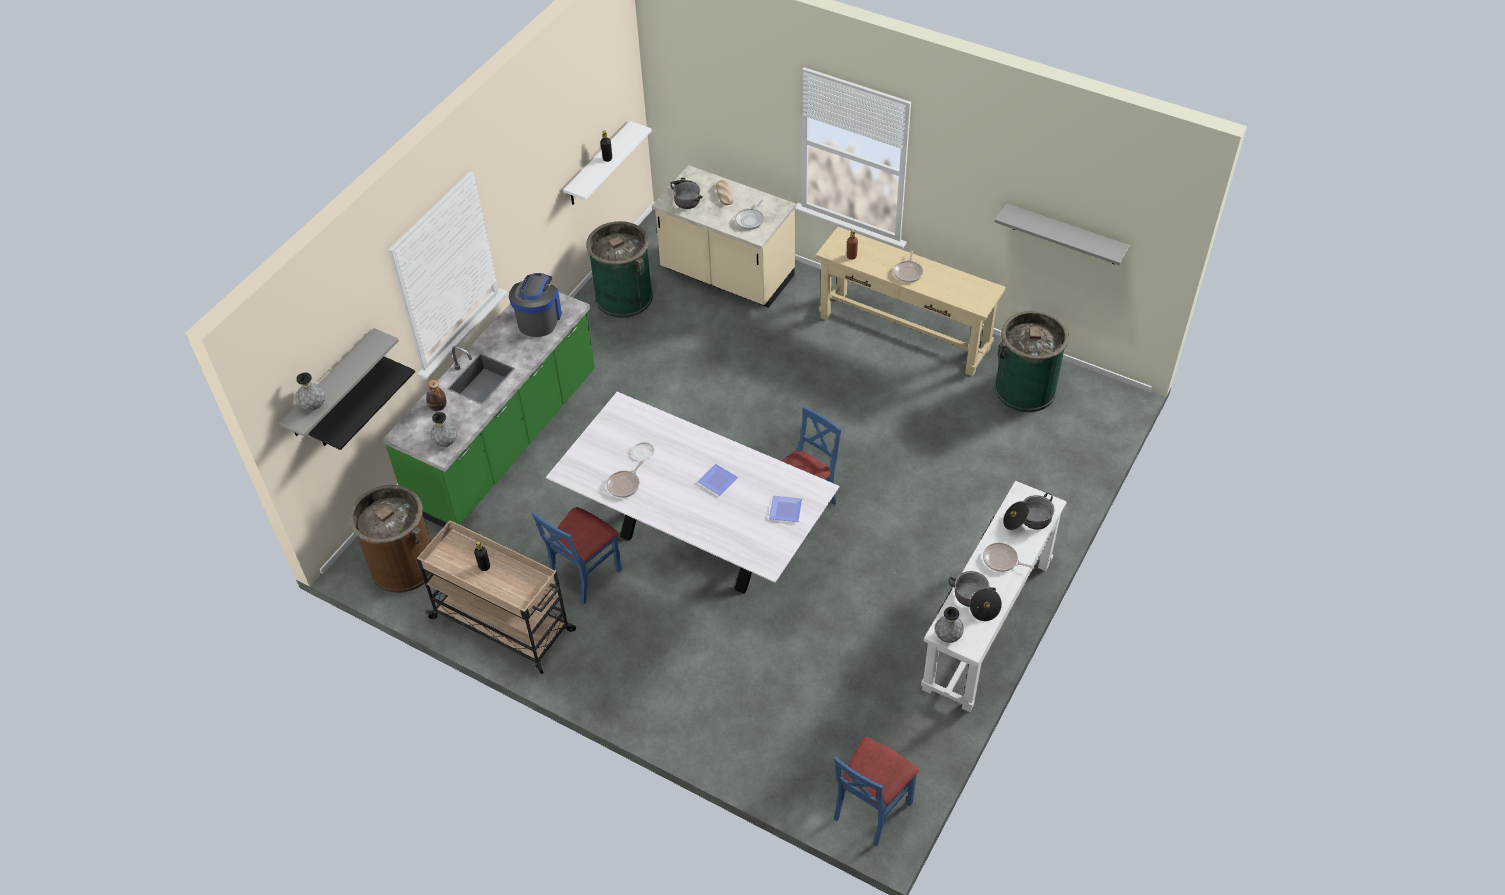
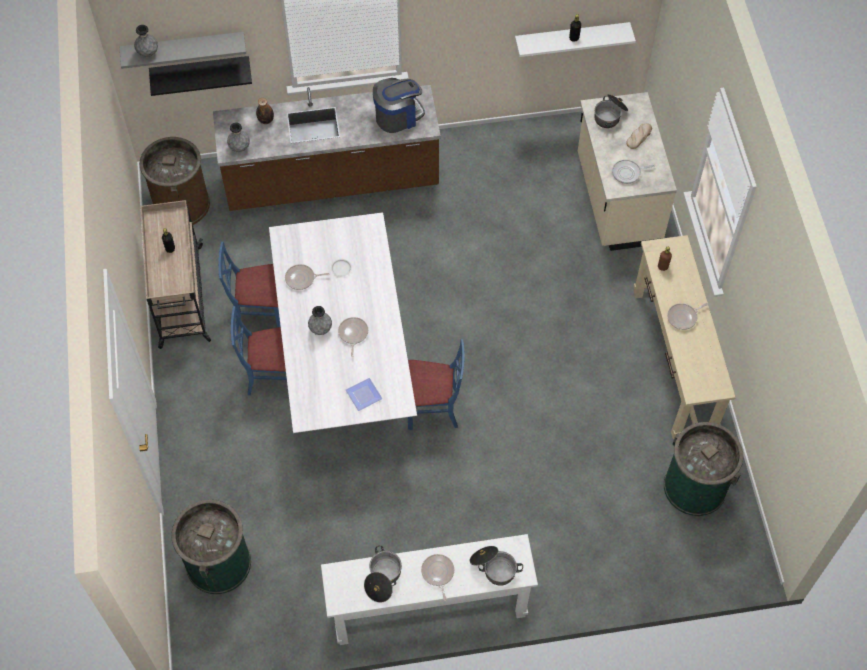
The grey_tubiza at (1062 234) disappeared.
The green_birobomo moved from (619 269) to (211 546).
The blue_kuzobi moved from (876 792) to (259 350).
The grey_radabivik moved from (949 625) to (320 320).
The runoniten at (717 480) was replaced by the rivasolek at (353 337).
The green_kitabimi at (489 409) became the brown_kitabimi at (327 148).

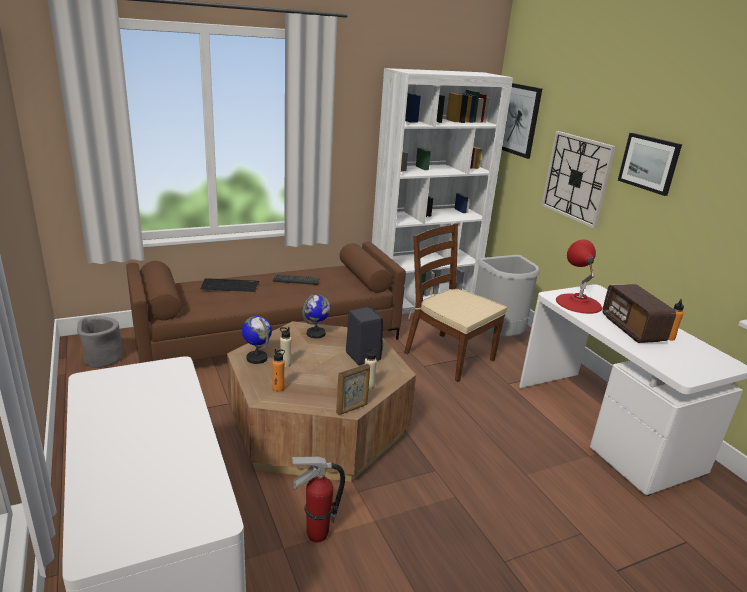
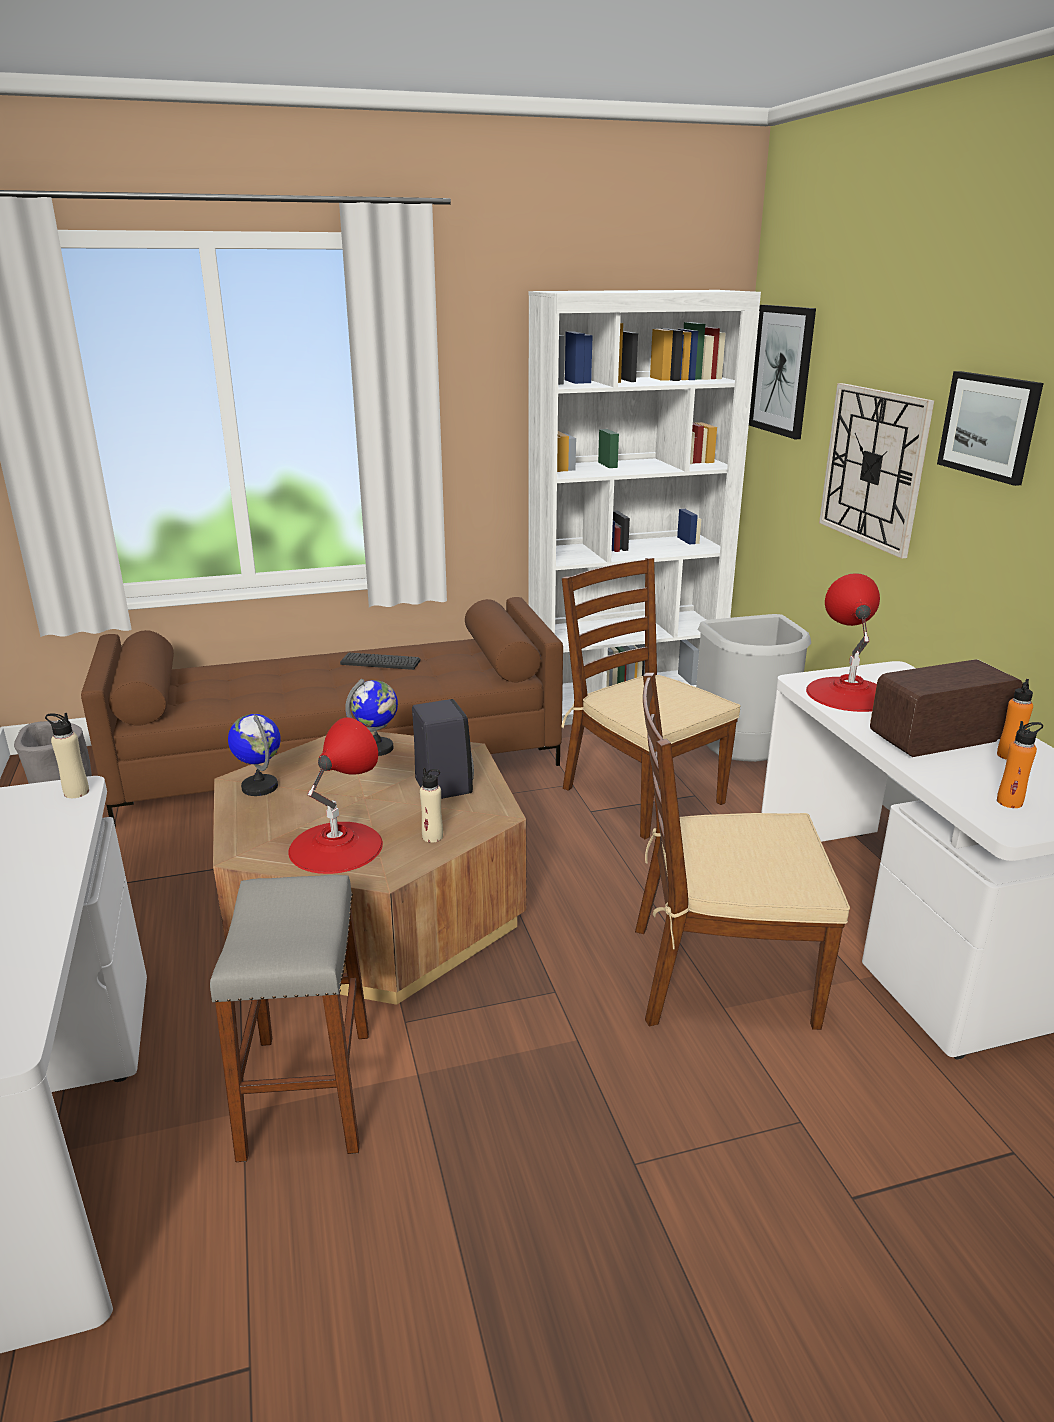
The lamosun at (229 285) disappeared.
The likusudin at (353 389) disappeared.
The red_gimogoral at (335 795) appeared.
The brown_kuzobi at (742 851) appeared.
The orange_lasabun moved from (278 370) to (1020 764).
The beige_lasabun moved from (286 347) to (67 755).
The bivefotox at (318 500) was replaced by the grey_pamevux at (289 1018).
The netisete at (639 313) turned 75 degrees clockwise.

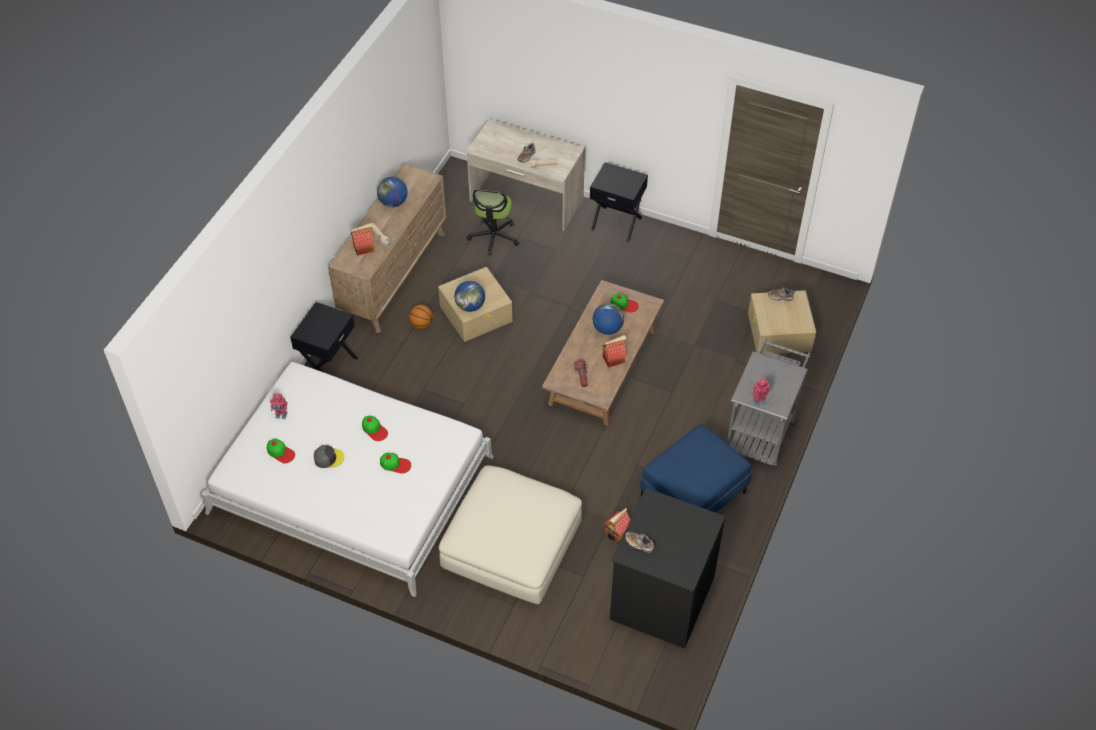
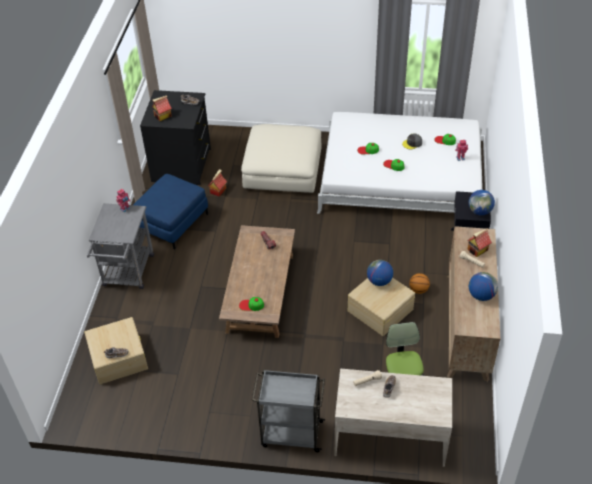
The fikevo moved from (608 319) to (482 202).
The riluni moved from (614 351) to (162 108).
The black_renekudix at (619 202) was replaced by the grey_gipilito at (288 411).

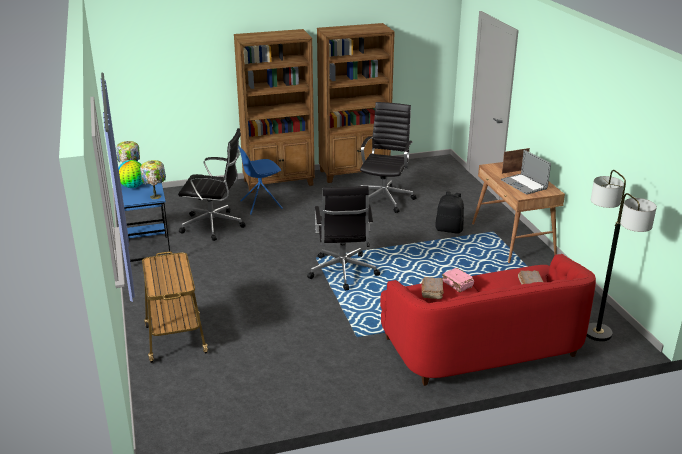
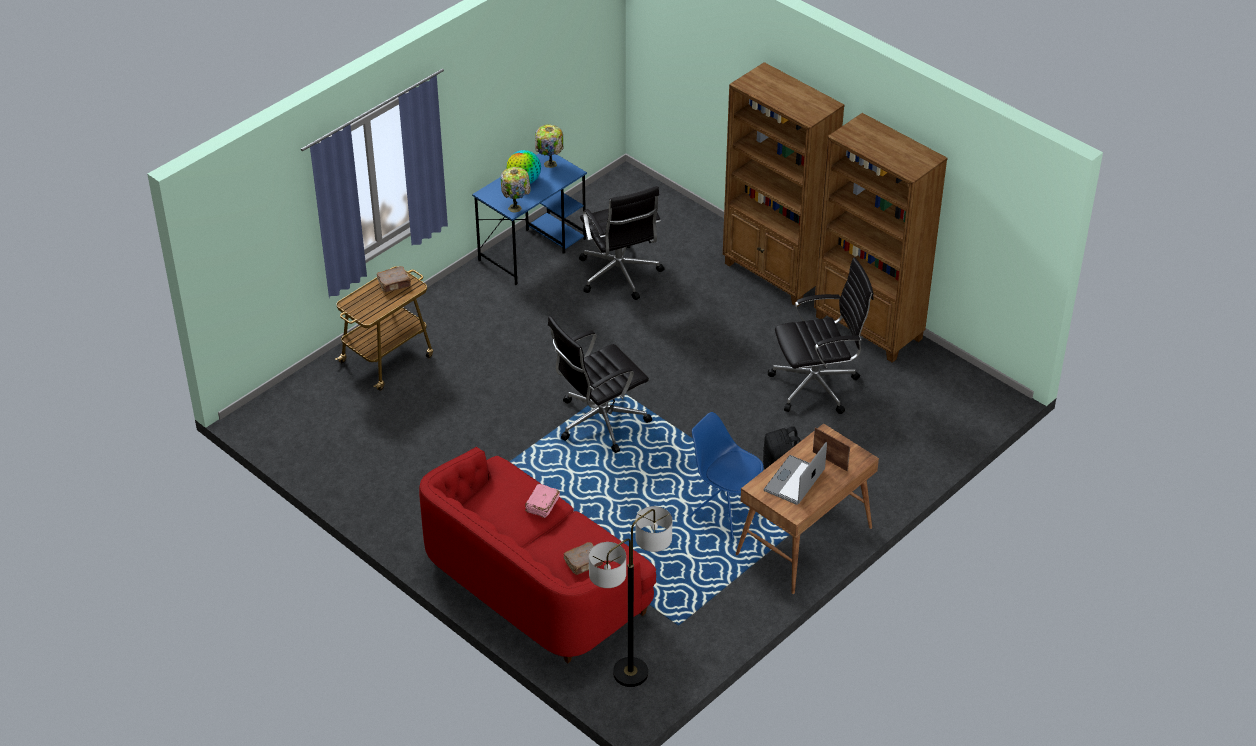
The blue_kuzobi moved from (260 180) to (726 475).
The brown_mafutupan moved from (433 288) to (394 279).

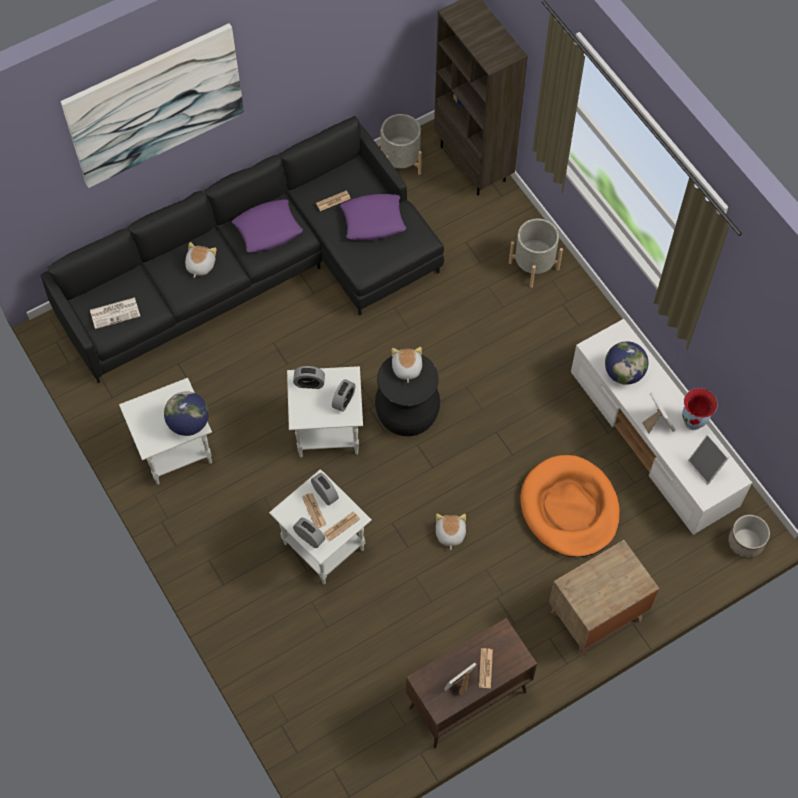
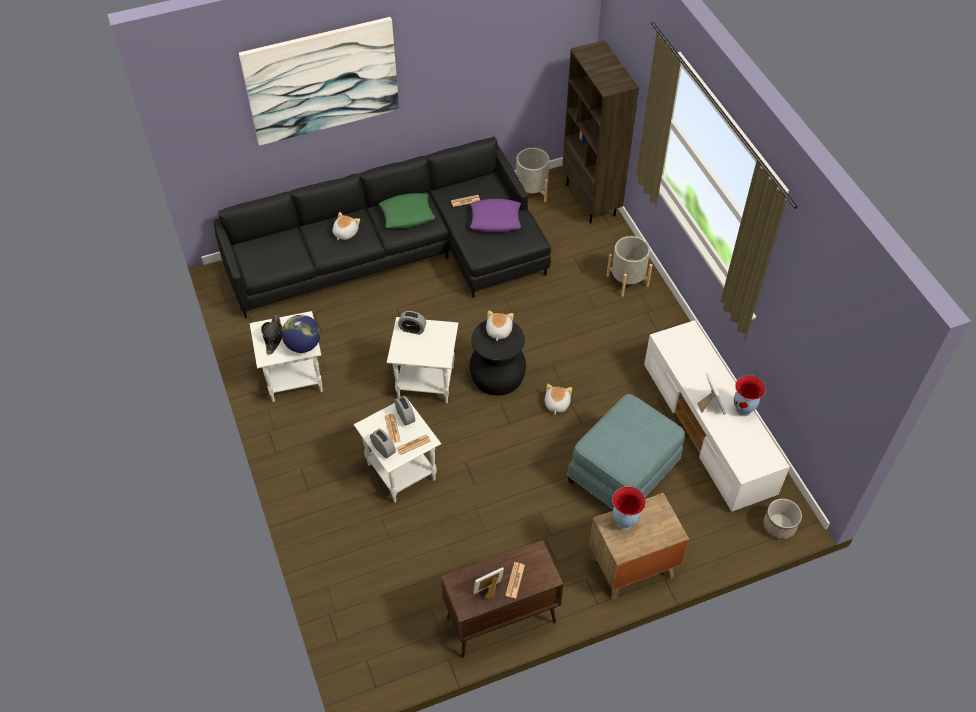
The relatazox at (115 313) disappeared.
The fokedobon at (344 395) disappeared.
The fikevo at (626 363) disappeared.
The likusudin at (709 459) disappeared.
The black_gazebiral at (271 335) appeared.
The radabivik at (629 508) appeared.
The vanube moved from (451 532) to (558 399).
The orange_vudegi at (570 506) was replaced by the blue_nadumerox at (626 451).
The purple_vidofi at (267 226) became the green_vidofi at (407 211).

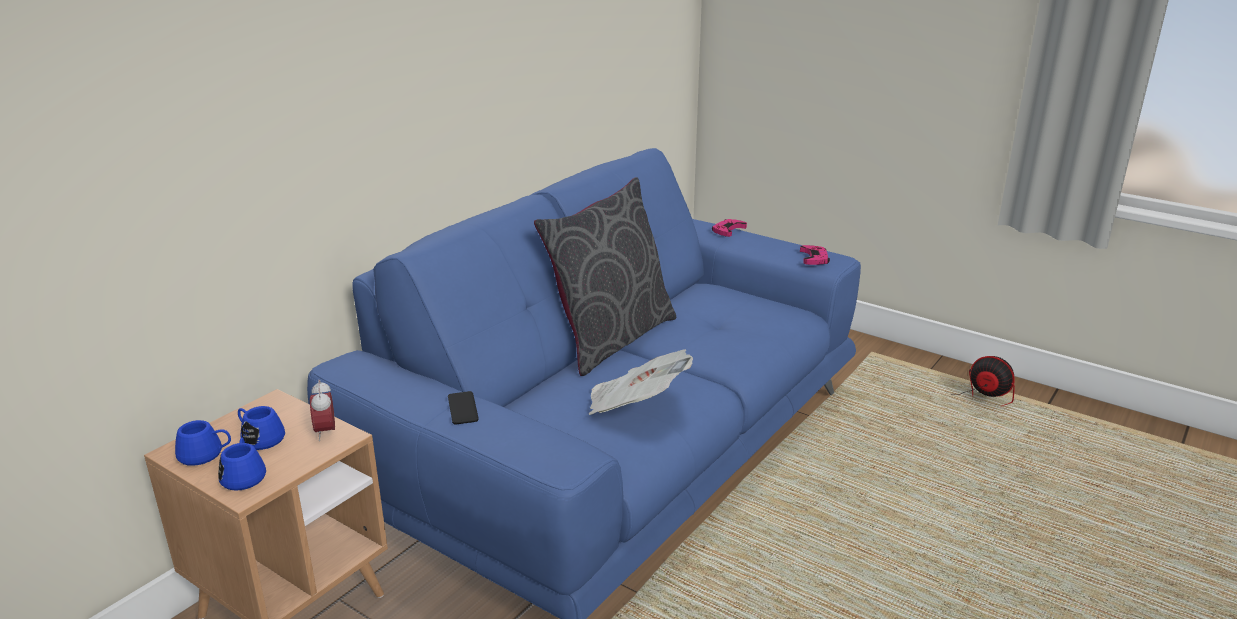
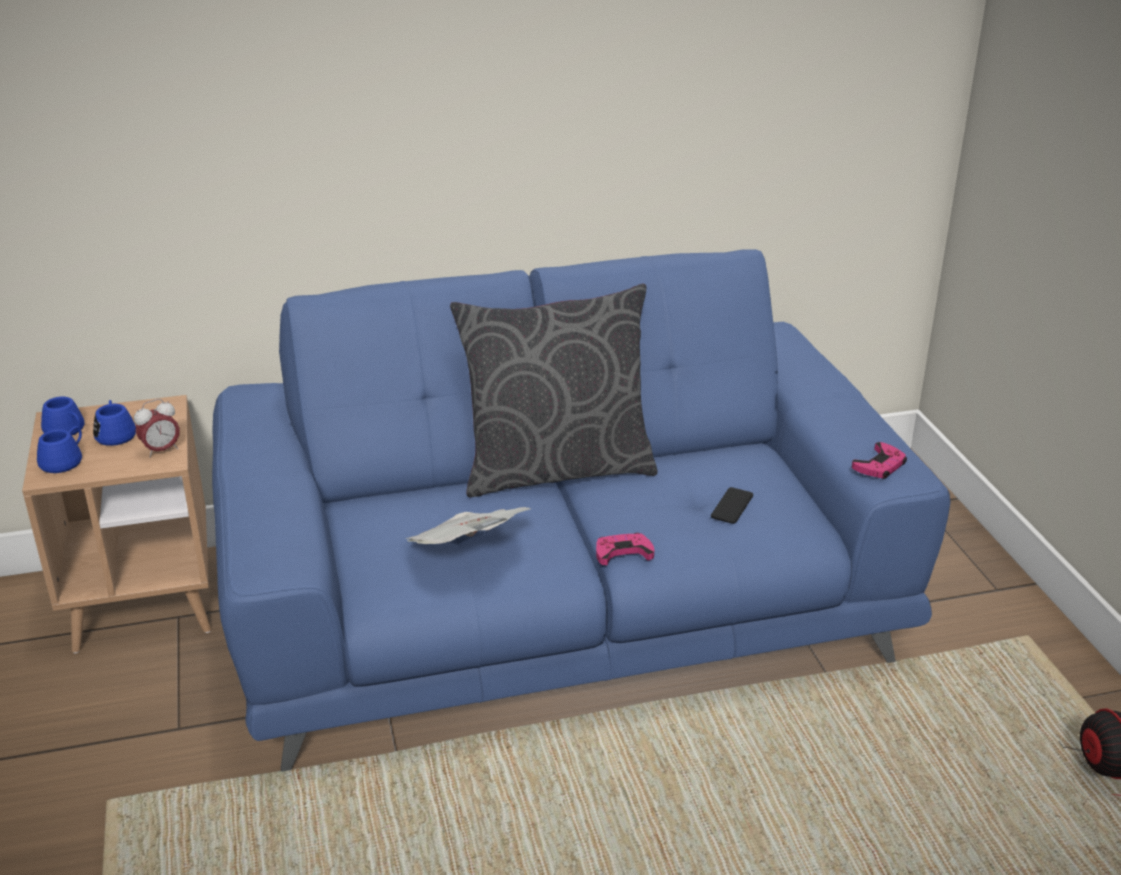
The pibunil moved from (463 408) to (732 505).
The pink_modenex moved from (729 228) to (625 549).
The fokedobon at (322 410) turned 150 degrees counterclockwise.

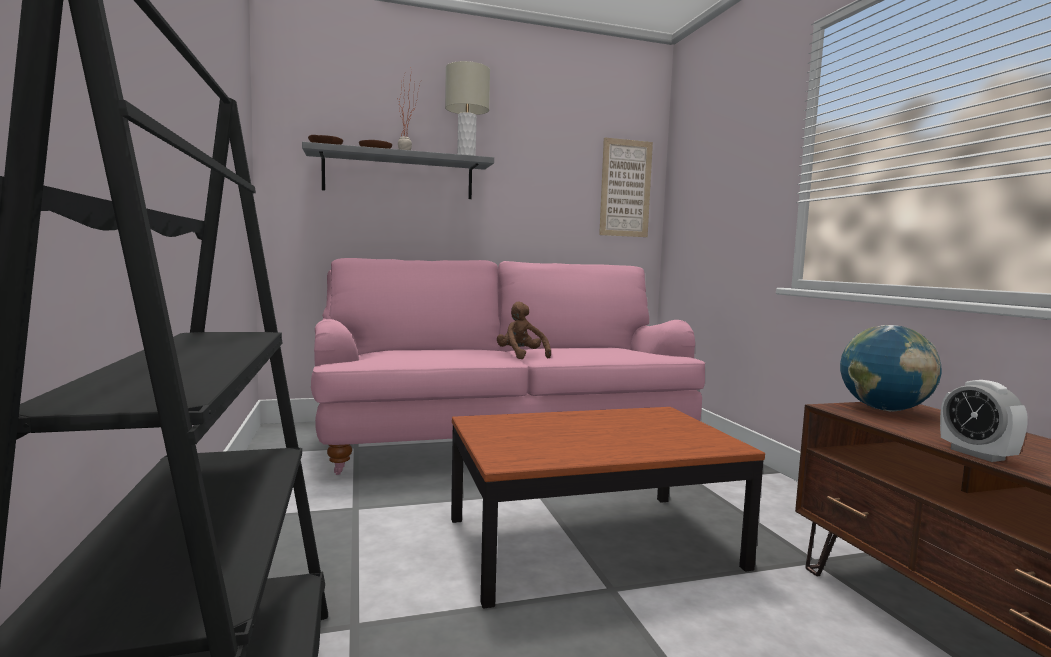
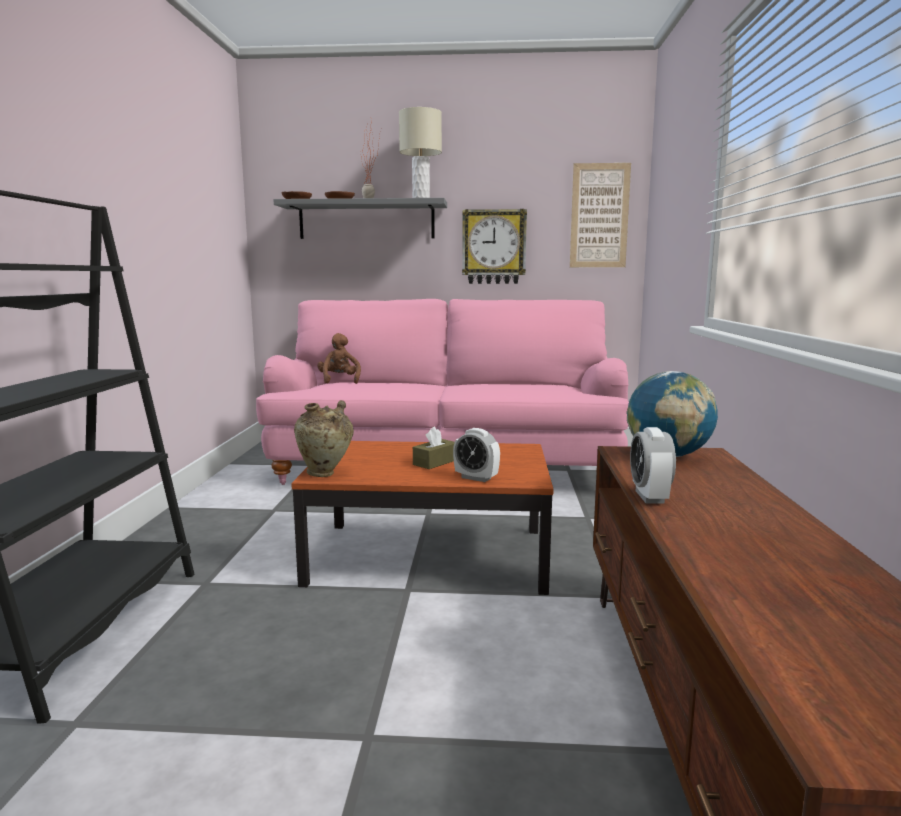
The beige_radabivik at (324 438) appeared.
The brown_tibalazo at (434 448) appeared.
The fokedobon at (476 455) appeared.
The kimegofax at (494 246) appeared.
The brown_vanube moved from (524 330) to (339 358).

